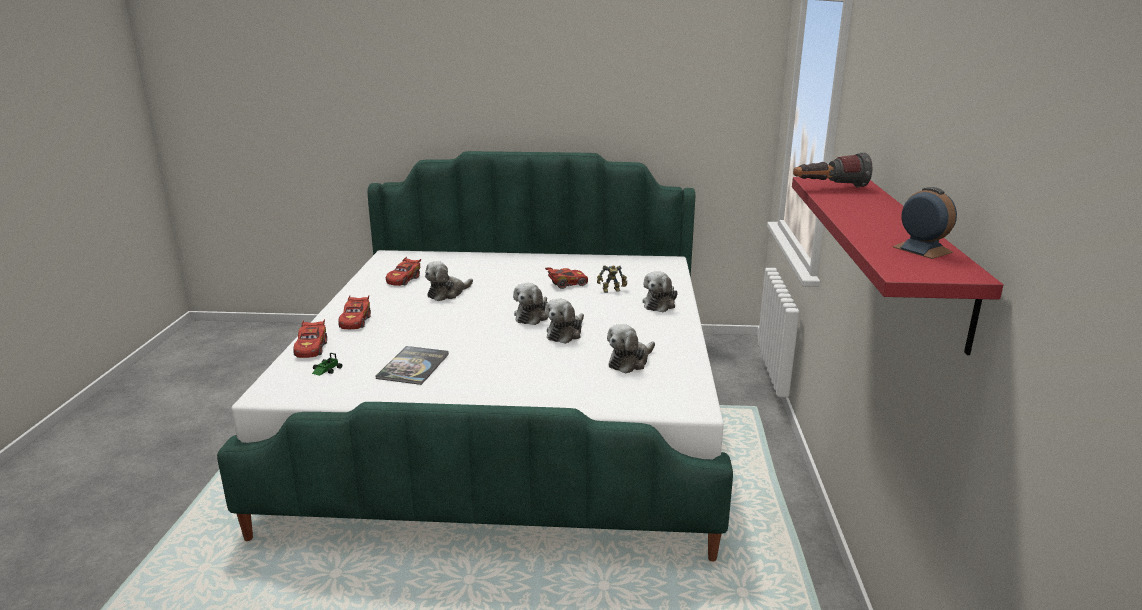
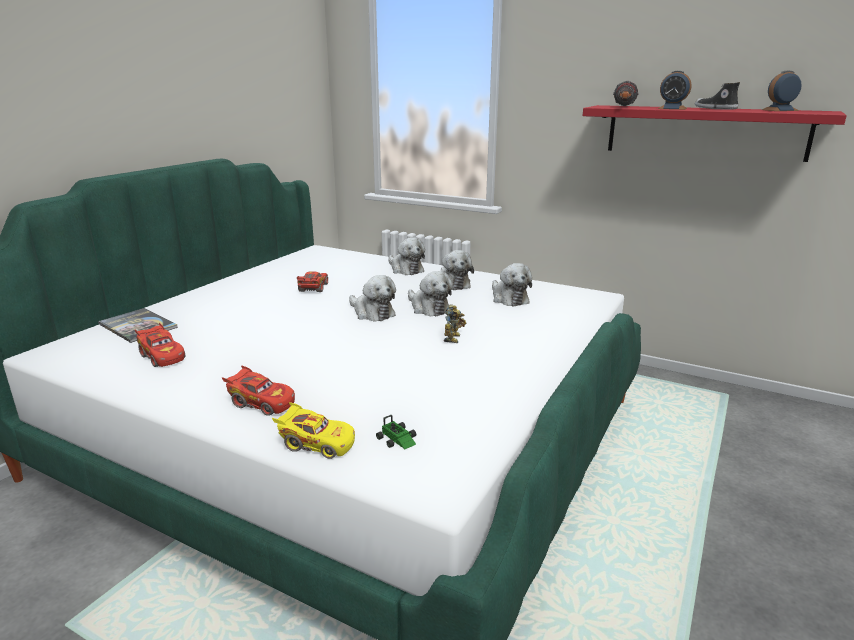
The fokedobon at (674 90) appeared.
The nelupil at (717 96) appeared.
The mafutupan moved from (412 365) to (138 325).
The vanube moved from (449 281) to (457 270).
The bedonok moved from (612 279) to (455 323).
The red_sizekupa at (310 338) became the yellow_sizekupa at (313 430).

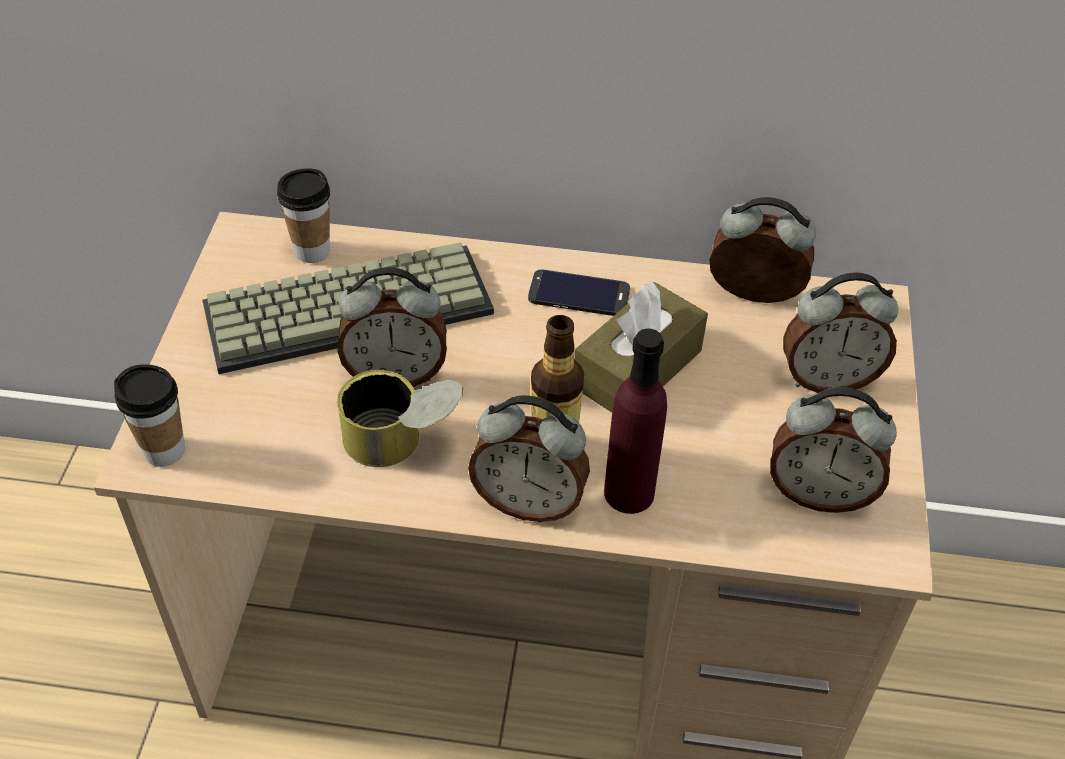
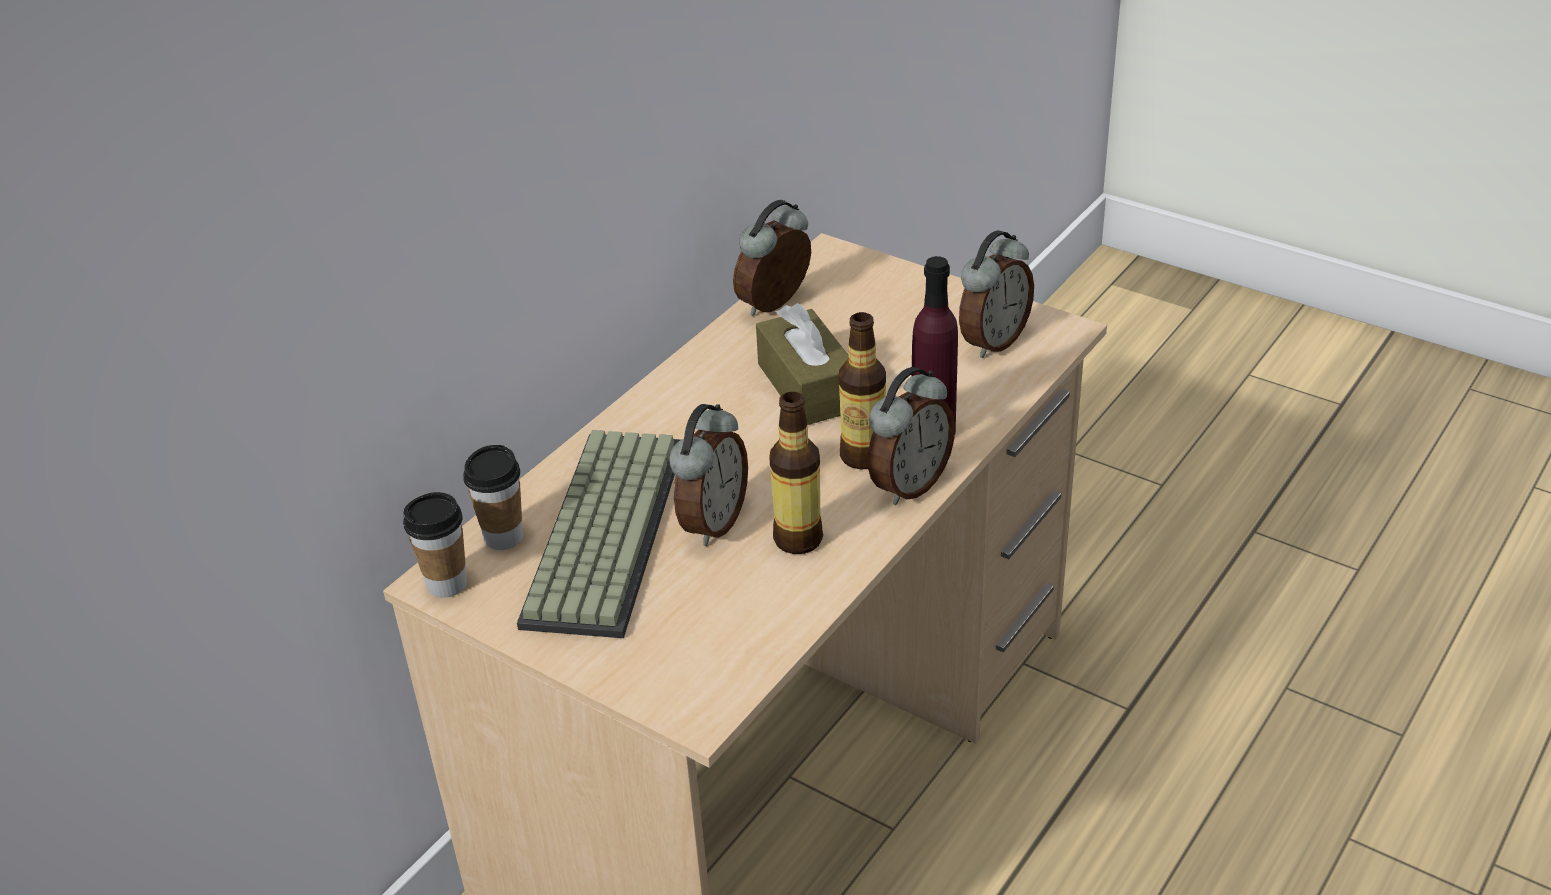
The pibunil at (579 292) disappeared.
The fokedobon at (841 332) disappeared.
The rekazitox moved from (149 415) to (435 545).
The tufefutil at (400 418) was replaced by the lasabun at (796 473).

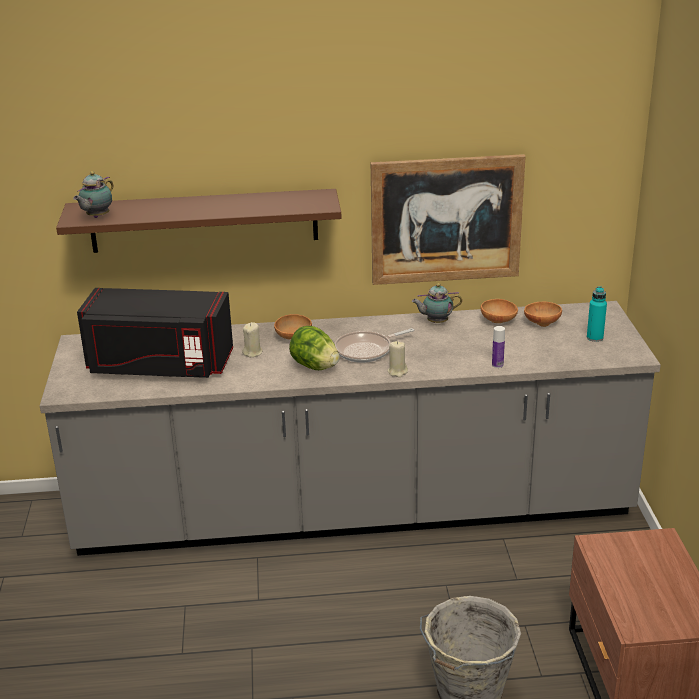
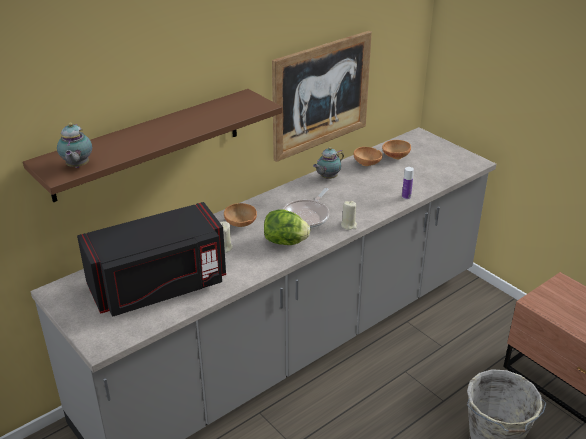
The turquoise_lasabun at (597 314) disappeared.

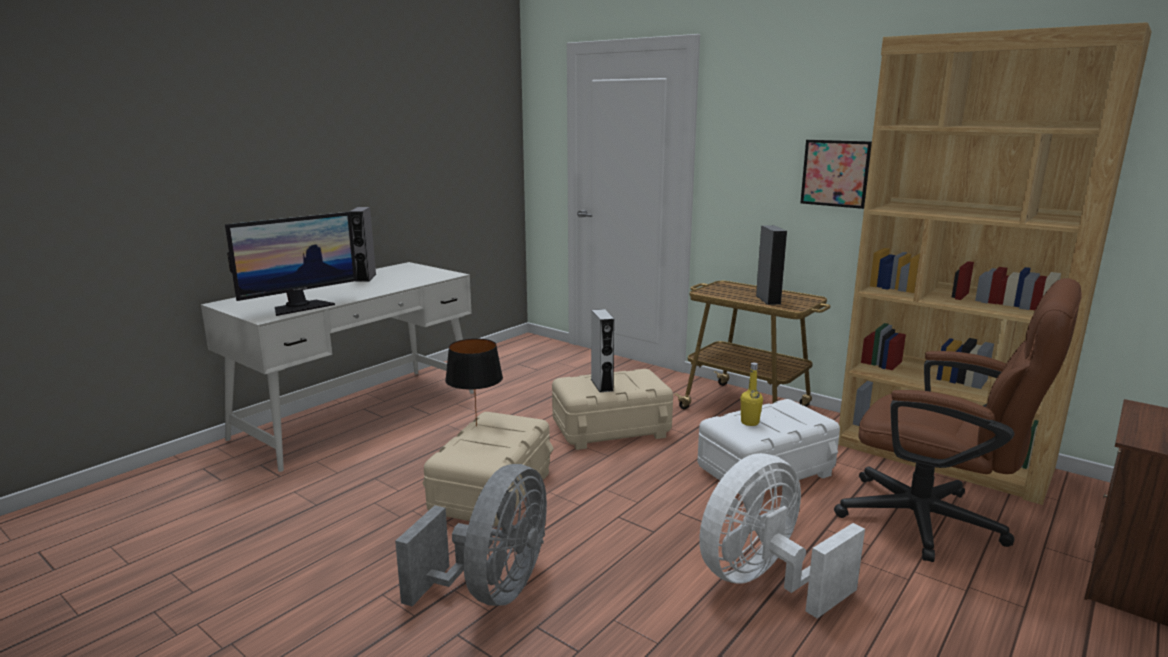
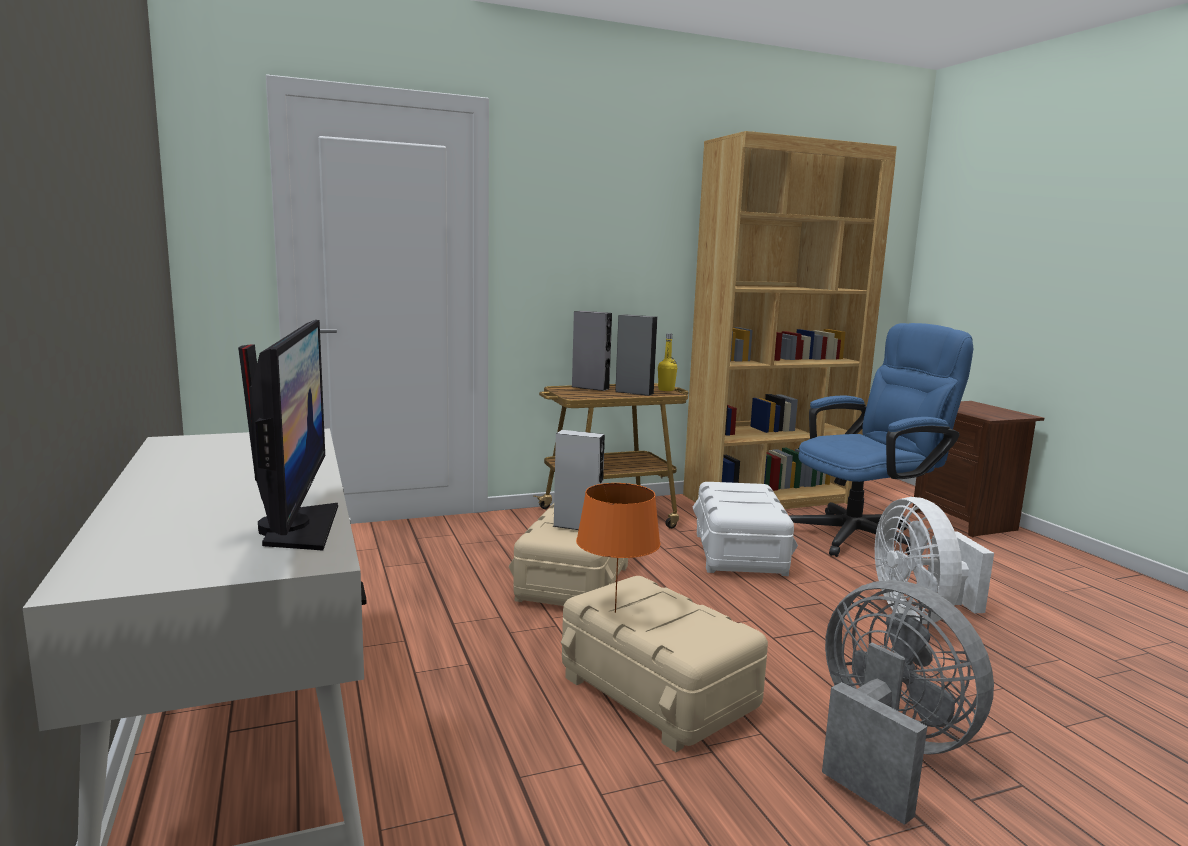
The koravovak at (836 174) disappeared.
The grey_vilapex moved from (362 244) to (592 351).
The yellow_lasabun moved from (752 394) to (667 362).
The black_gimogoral at (474 382) became the orange_gimogoral at (618 548).
The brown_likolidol at (958 420) became the blue_likolidol at (881 440).

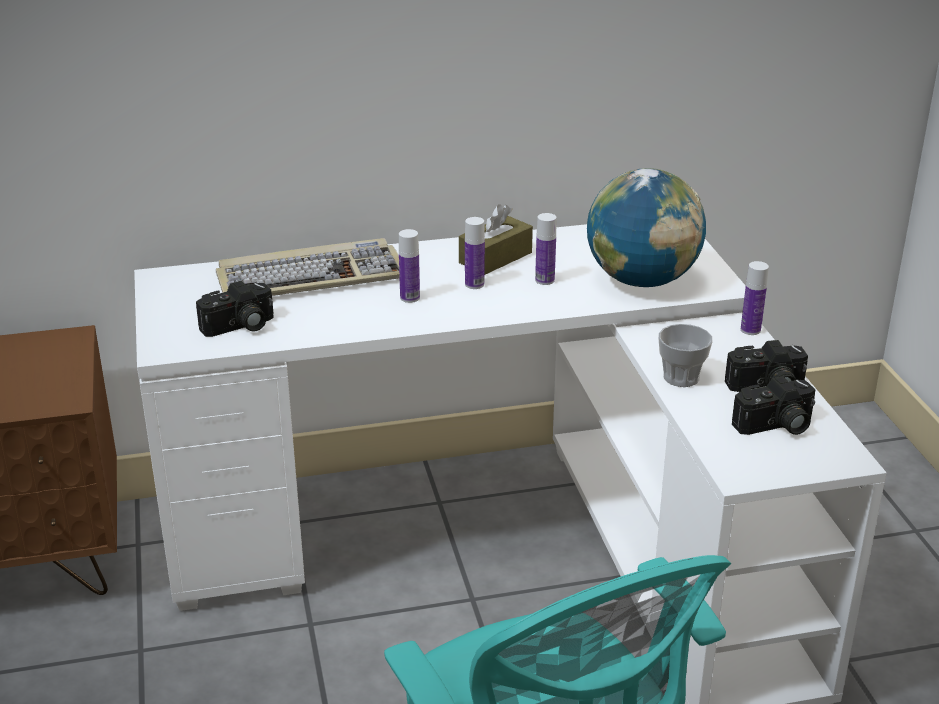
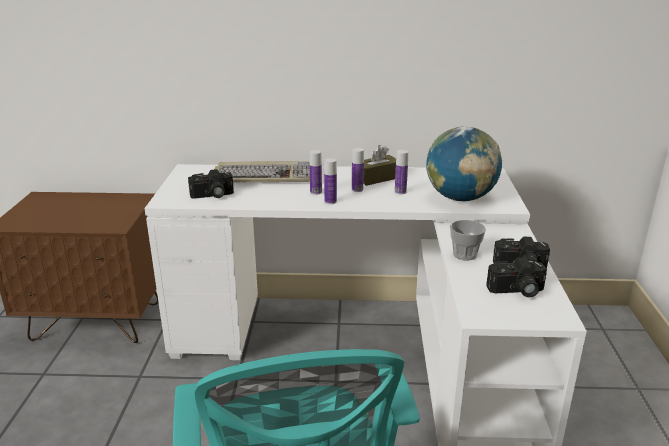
The lasabun moved from (755 298) to (330 181).

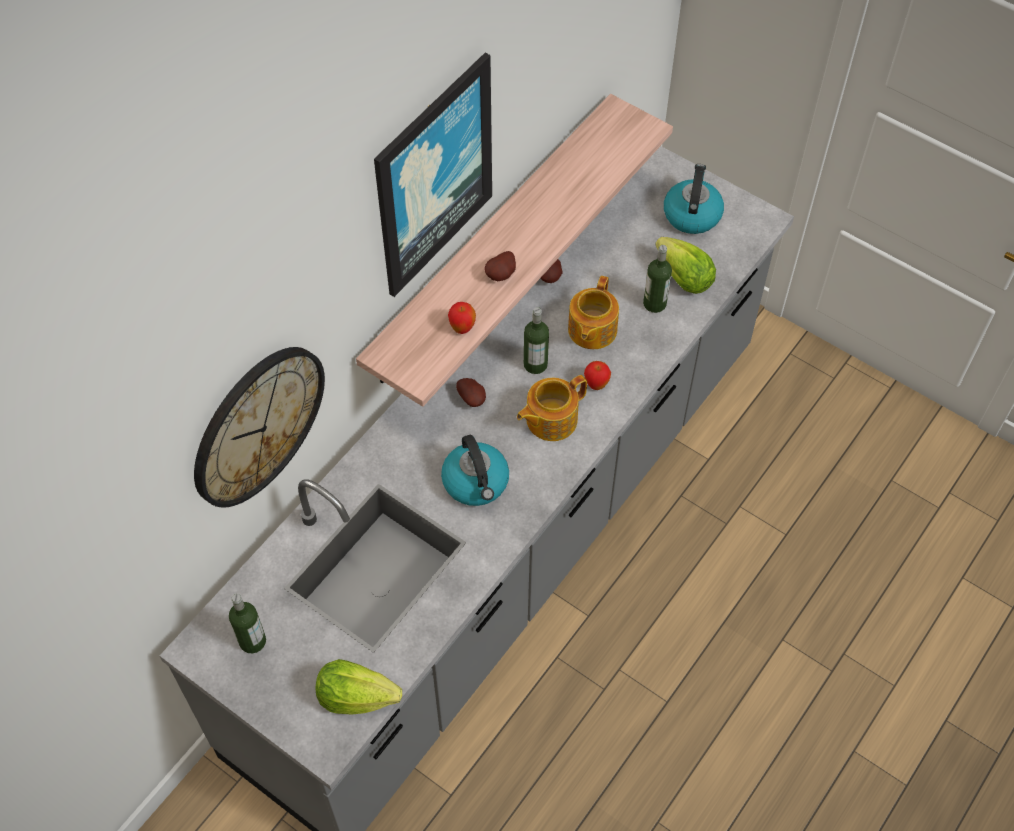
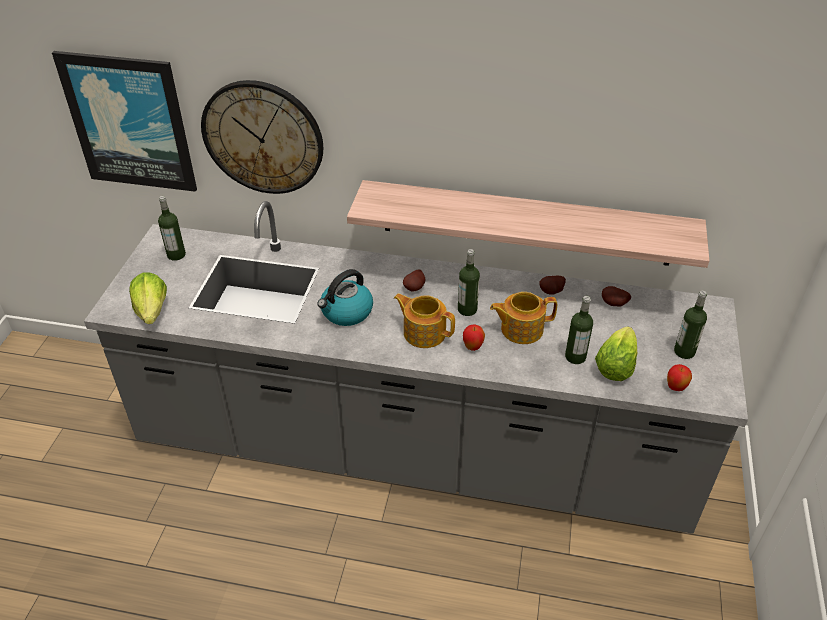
The koravovak moved from (433 175) to (124 121).
The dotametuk moved from (462 318) to (679 377).
The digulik moved from (500 266) to (616 296).
The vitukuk at (694 199) was replaced by the lasabun at (690 325).

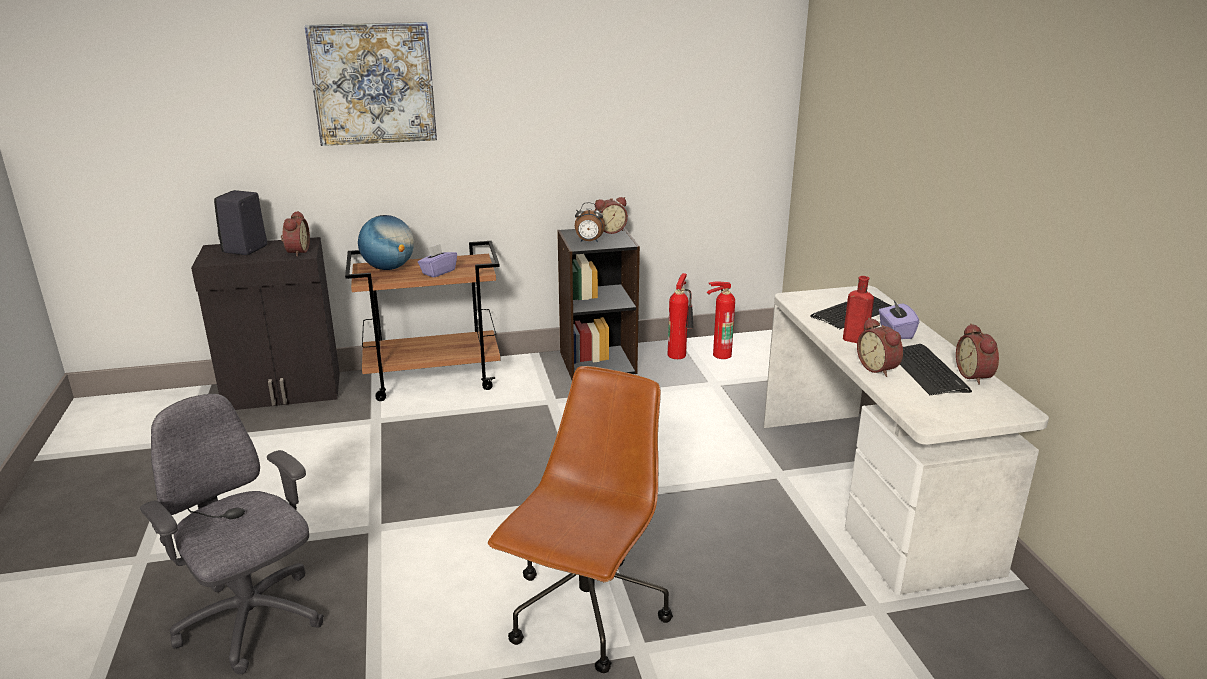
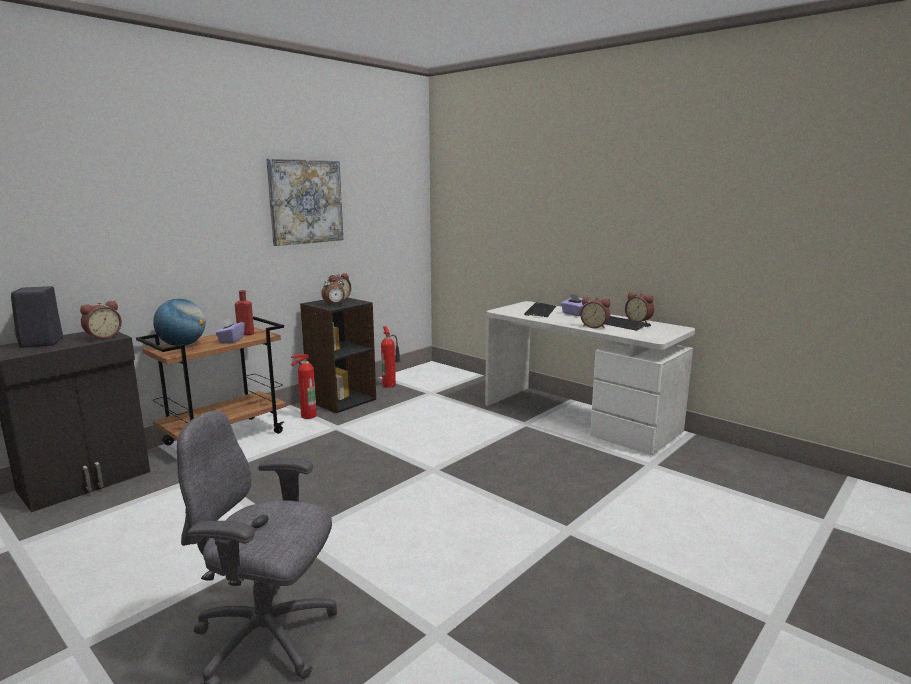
The brown_likolidol at (580 519) disappeared.
The koravovak moved from (371 84) to (304 202).
The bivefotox moved from (721 320) to (304 386).
The red_lasabun moved from (858 309) to (244 312).
The fokedobon at (295 234) turned 75 degrees clockwise.

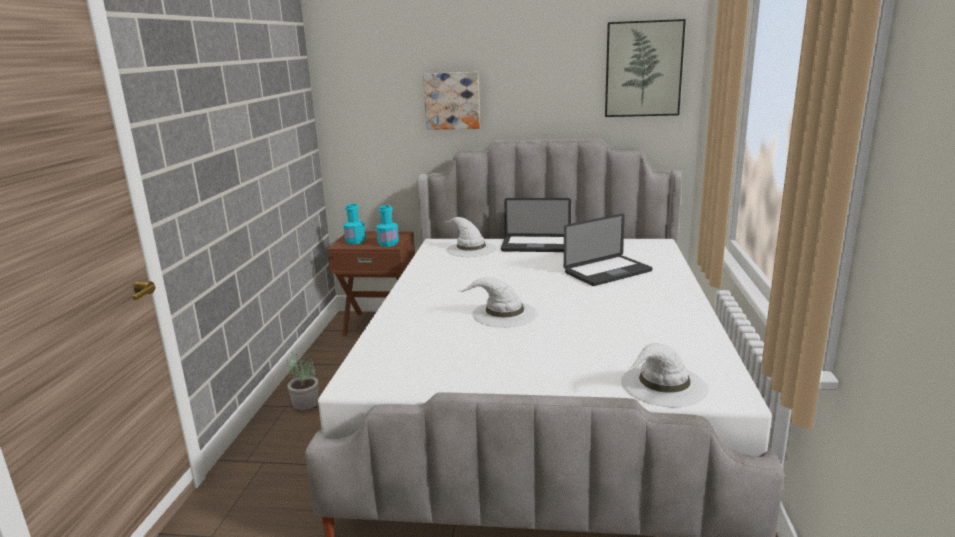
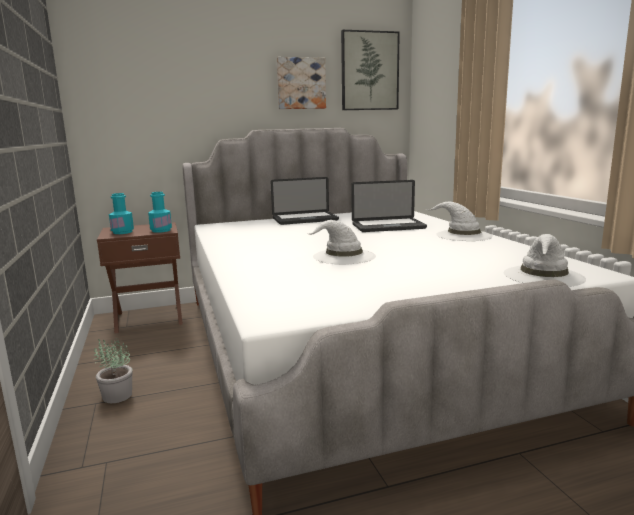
The koravovak moved from (451 101) to (301 83).
The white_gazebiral moved from (470 237) to (459 221).
The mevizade at (608 249) turned 45 degrees clockwise.

